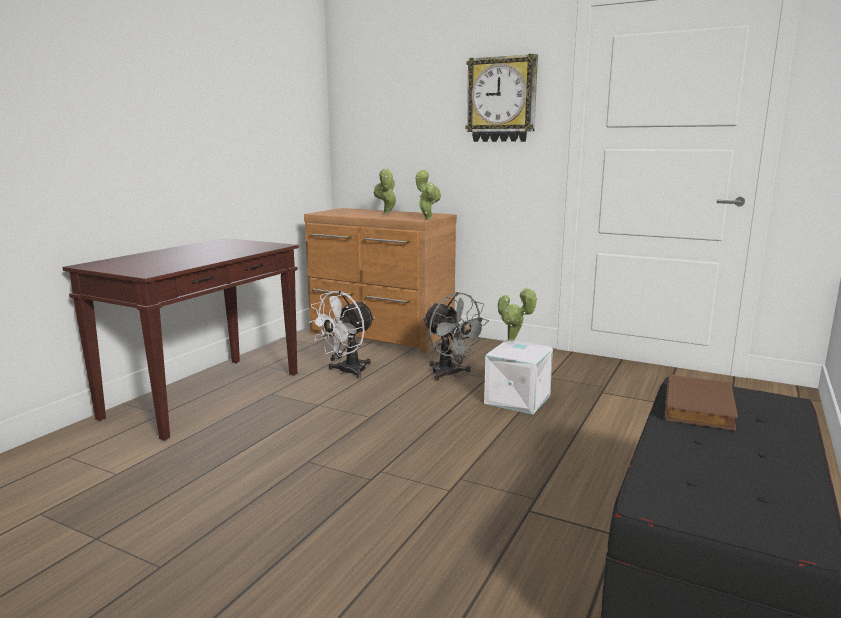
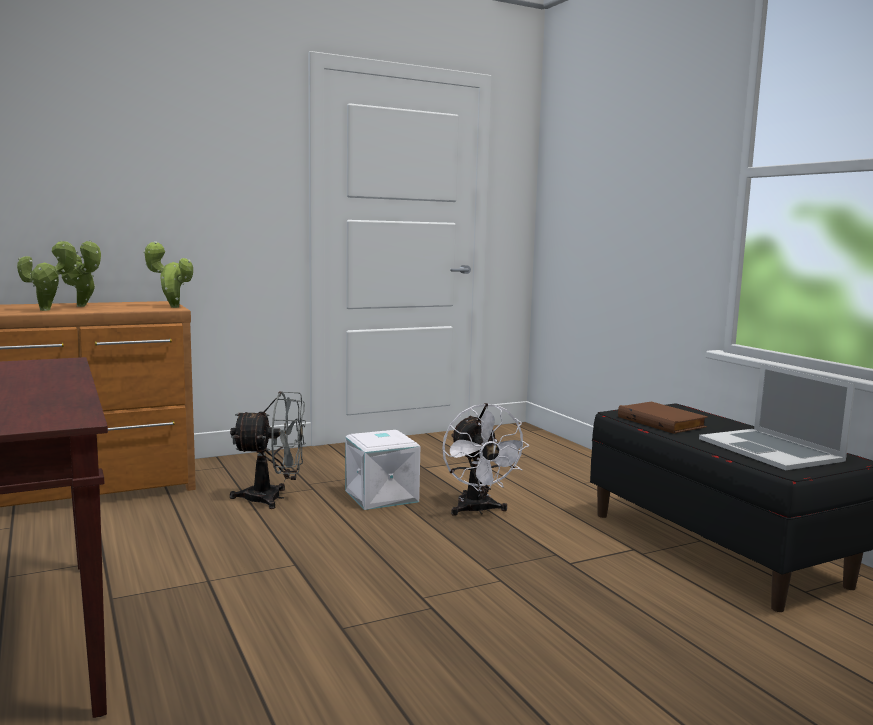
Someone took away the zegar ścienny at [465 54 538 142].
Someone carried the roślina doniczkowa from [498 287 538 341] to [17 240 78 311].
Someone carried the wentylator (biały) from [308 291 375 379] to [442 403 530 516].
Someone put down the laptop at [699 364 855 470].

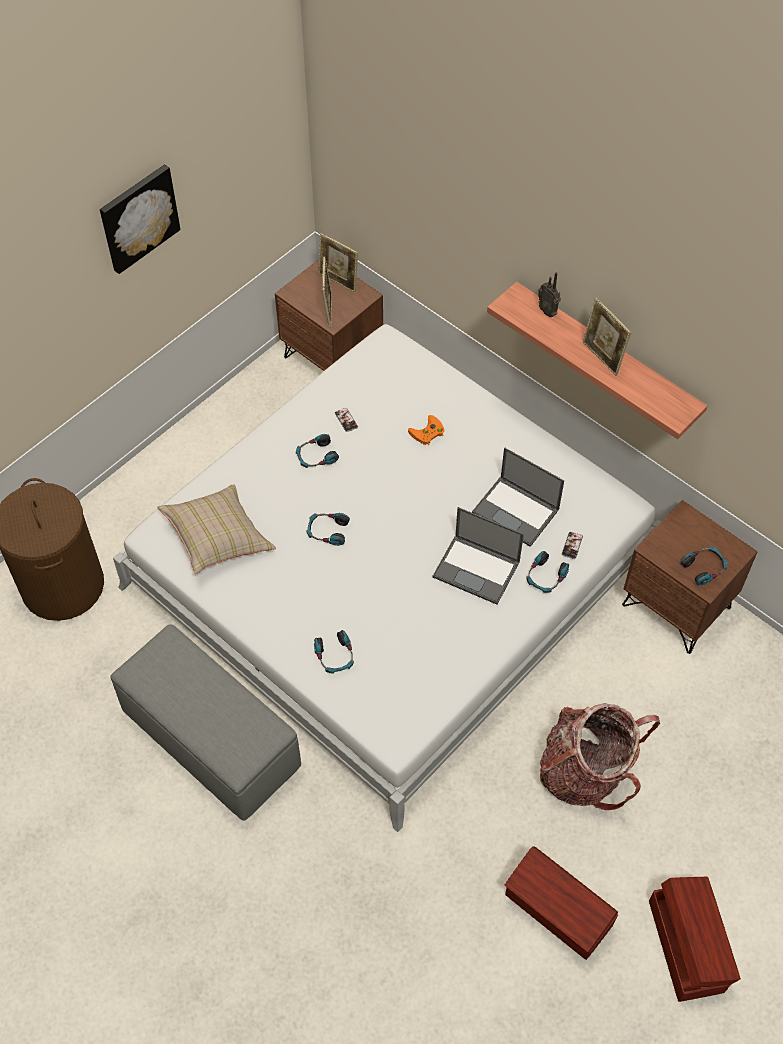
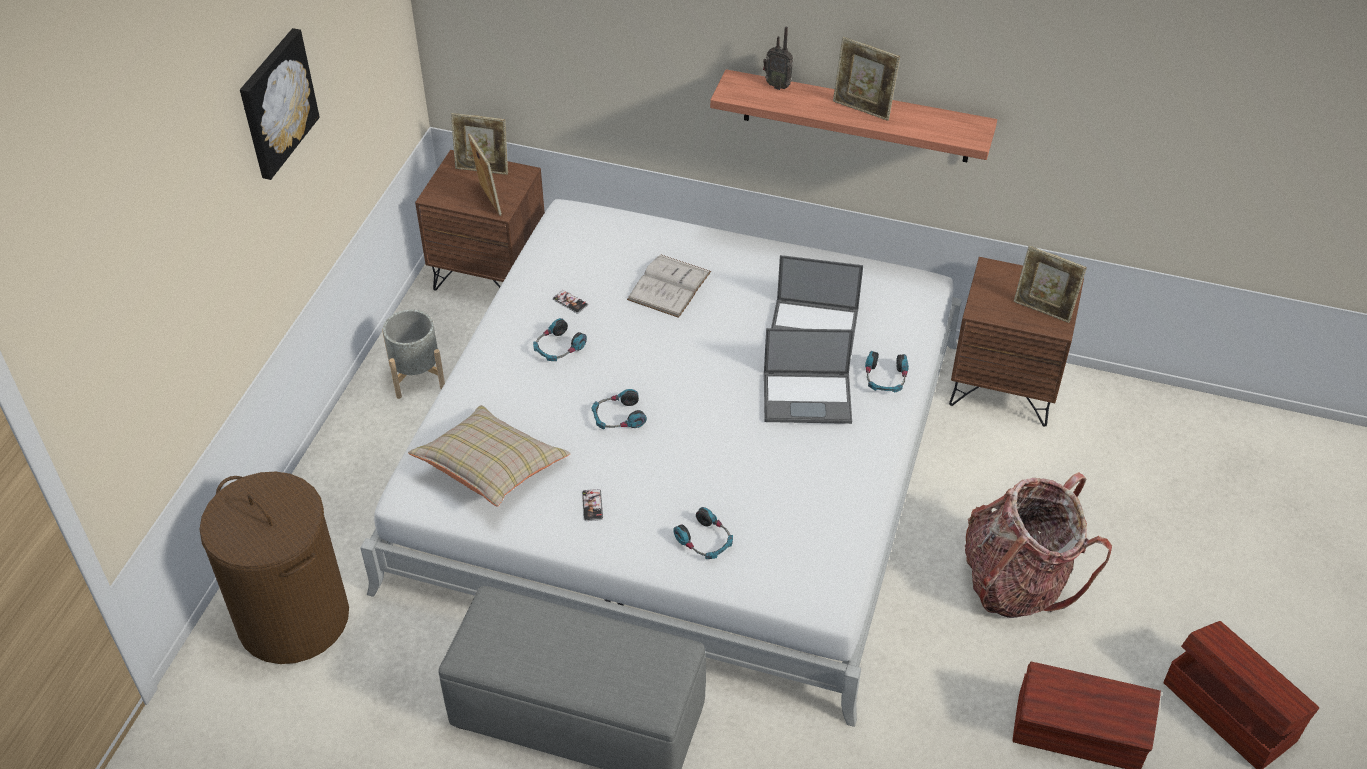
Someone swapped the pad do gier (pomarańczowy) at [408 415 444 445] for the książka (biały) at [627 255 711 318].
Someone carried the telefon from [562 532 583 559] to [582 489 603 521].
Someone swapped the słuchawki at [680 546 728 586] for the ramka na zdjęcie at [1014 246 1087 323].
Someone put down the donica (szary) at [382 310 445 399].

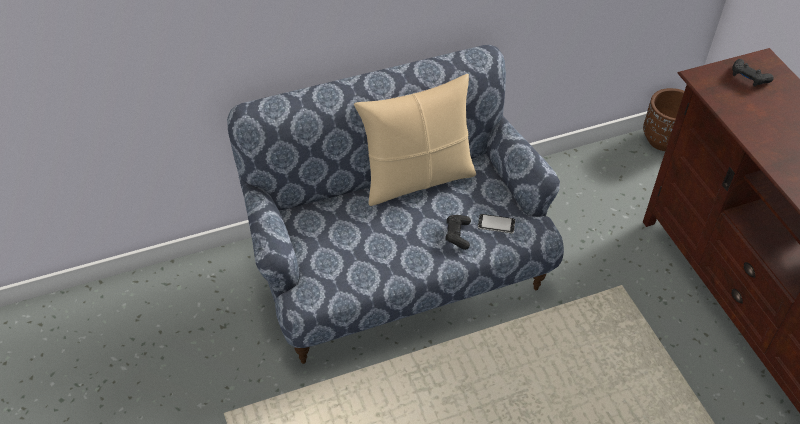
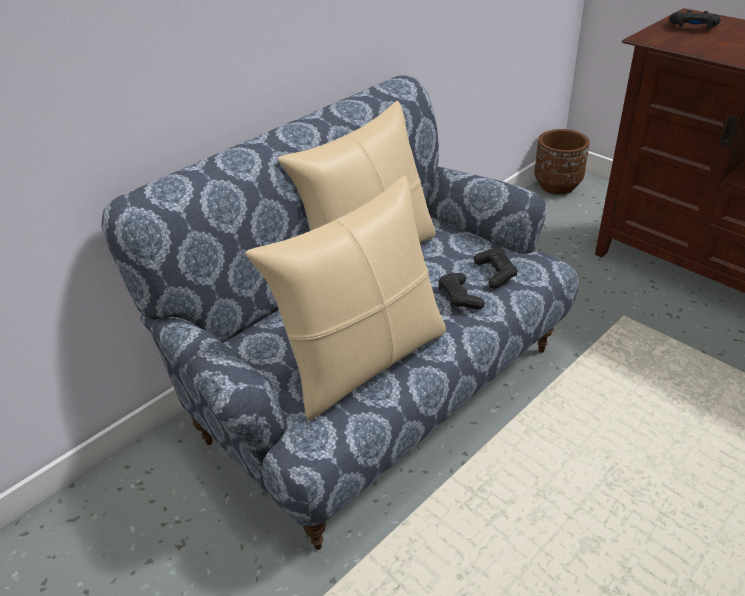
Someone swapped the telefon at [478 214 515 234] for the pad do gier (czarny) at [474 248 518 289].
Someone put down the poduszka (beżowy) at [245 176 446 420].

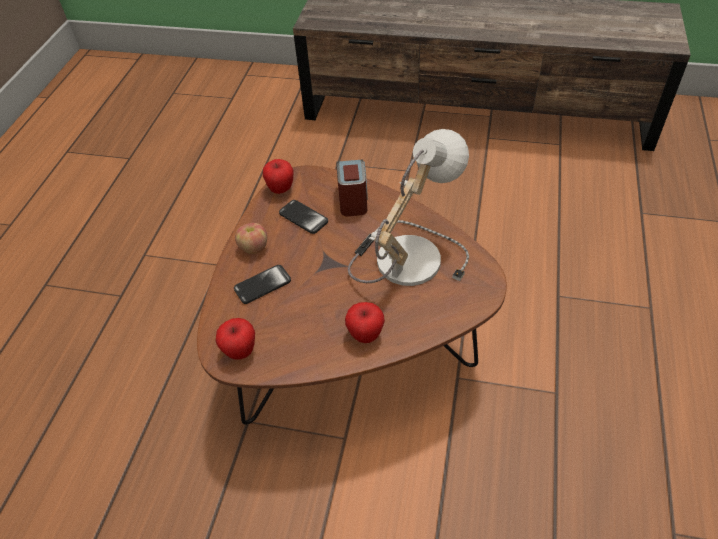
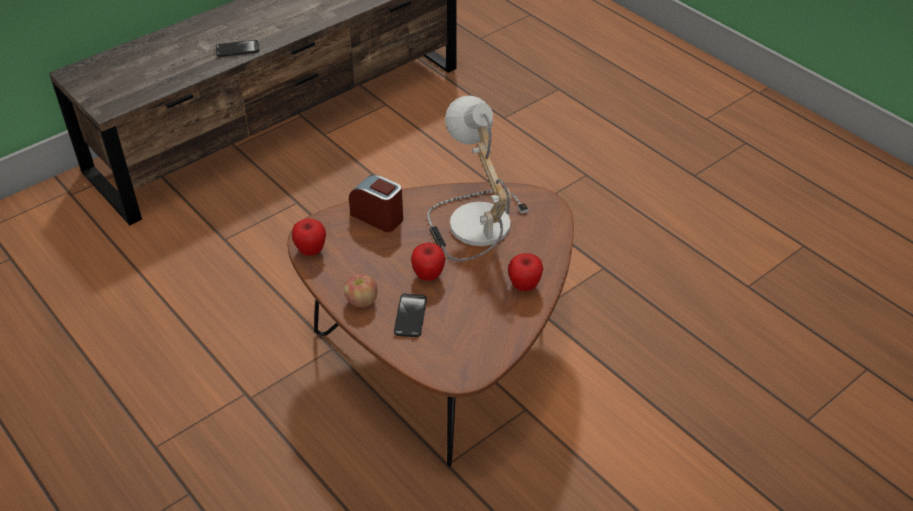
Someone carried the telefon from [279 200 328 234] to [216 40 259 57].
Someone carried the jabłko from [215 318 255 360] to [411 243 446 281].

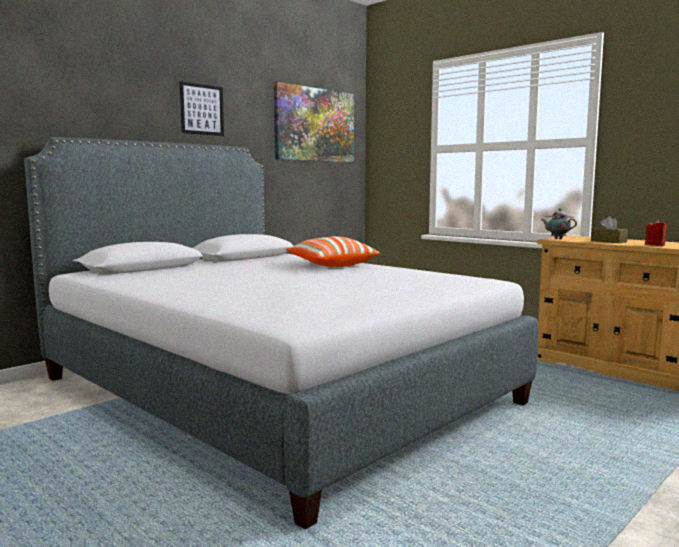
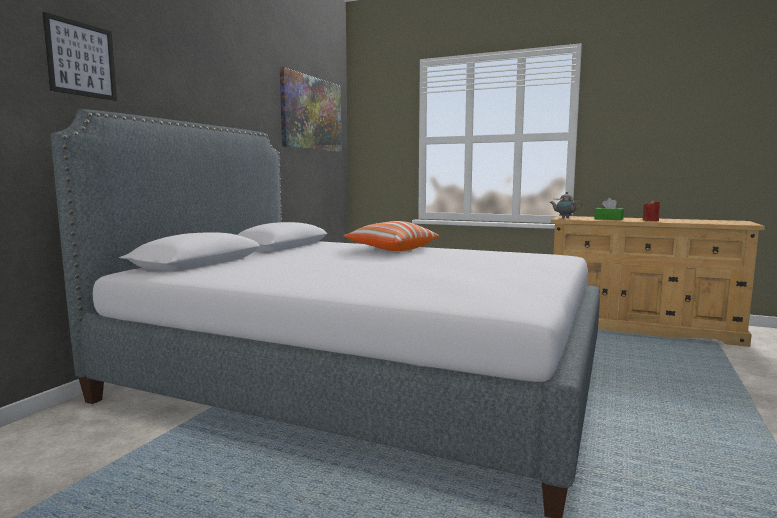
Someone carried the obraz from [180 81 224 136] to [42 12 117 101].
Someone repainted the pudełko chusteczek (brązowy) at [591 216 628 243], which became the pudełko chusteczek (zielony) at [594 198 624 220].

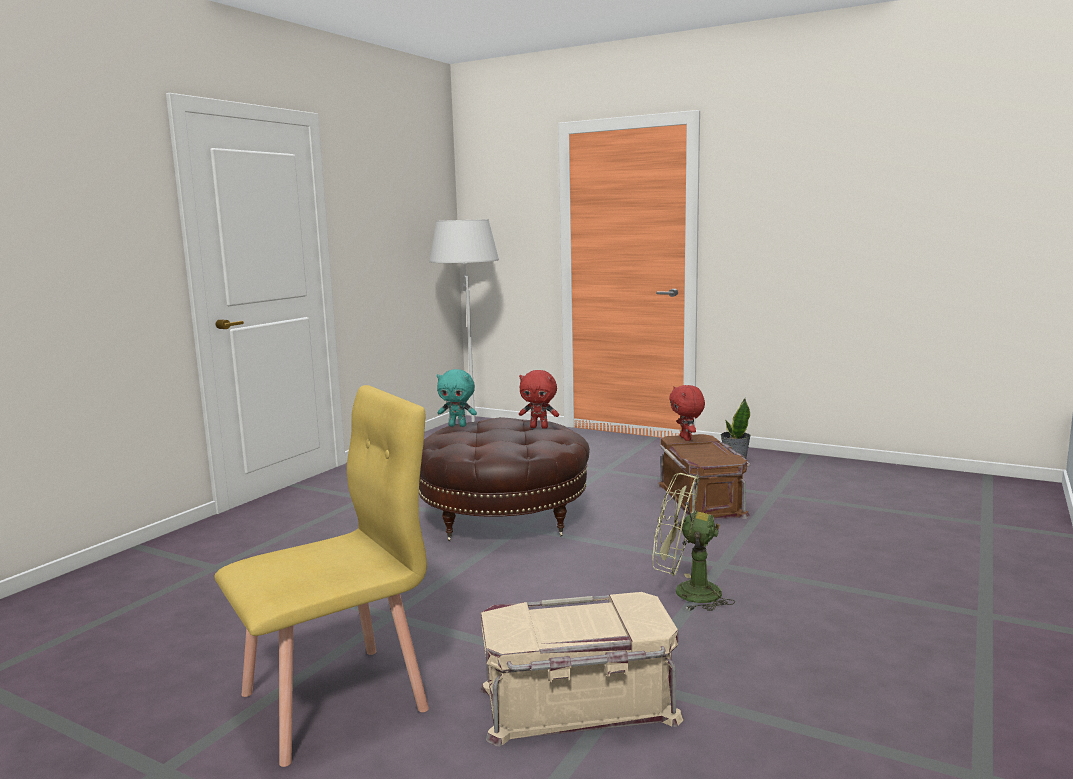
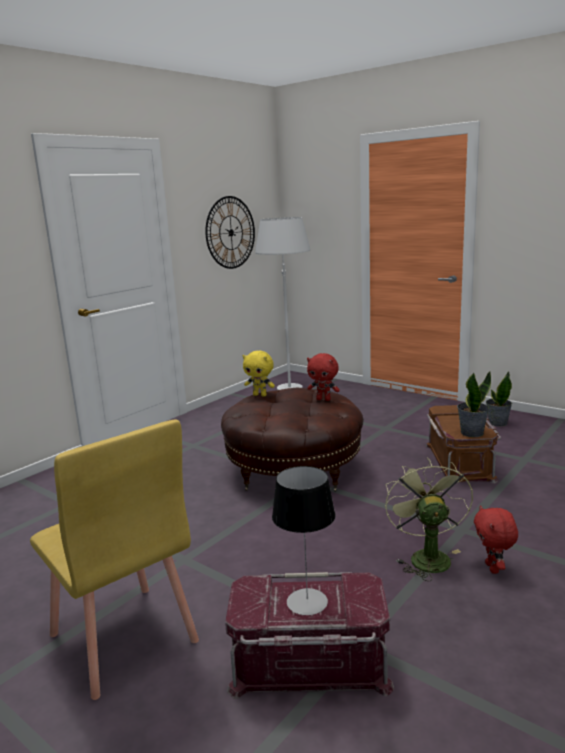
Someone repainted the pluszak (turkusowy) at [437 369 477 427], which became the pluszak (żółty) at [243 351 275 396].
Someone rotated the krzesło (żółty) at [215 385 429 767] by 75 degrees clockwise.
Someone carried the pluszak (czerwony) from [669 385 705 441] to [474 505 518 574].
Someone rotated the wentylator (zielony) at [652 473 735 611] by 60 degrees clockwise.
Someone repainted the pojemnik do przechowywania (beżowy) at [480 592 684 747], which became the pojemnik do przechowywania (czerwony) at [225 572 394 699].
Someone put up the zegar ścienny at [205 196 255 269].
Someone put down the roślina doniczkowa at [457 371 491 437].
Someone put down the lampa stołowa at [272 466 335 615].

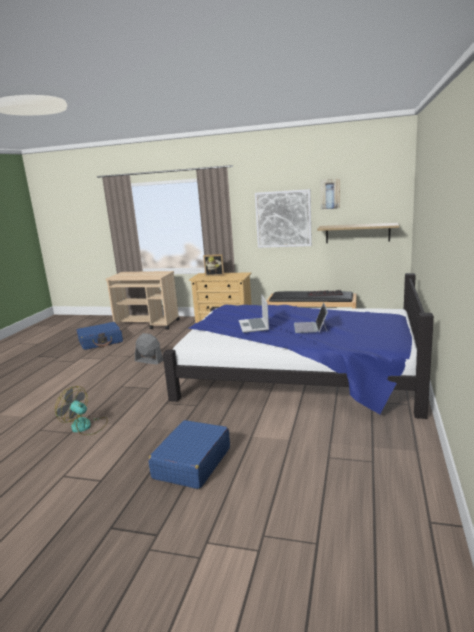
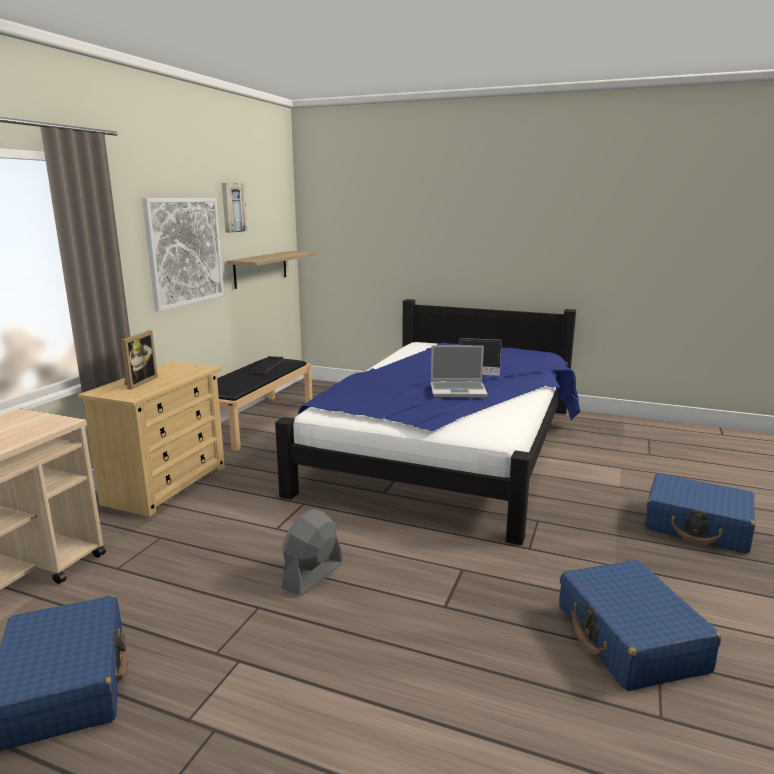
Someone swapped the wentylator at [55 386 108 435] for the walizka (niebieski) at [559 560 721 691].

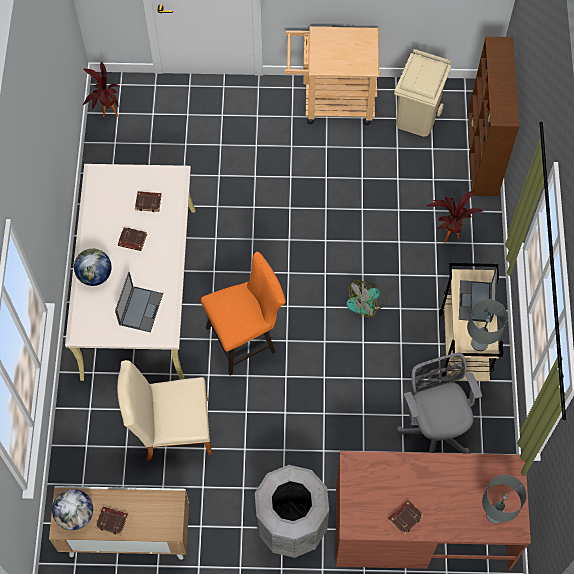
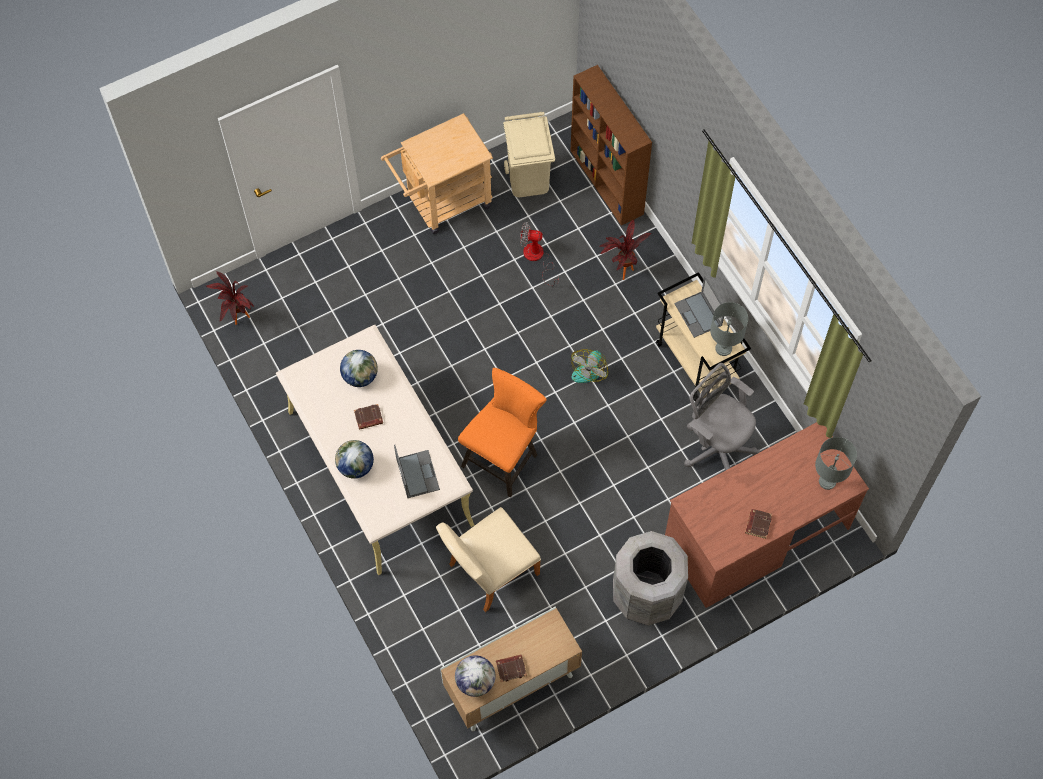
Someone swapped the książka (brązowy) at [135 191 162 212] for the globus at [340 350 378 387].
Someone put down the wentylator at [520 222 559 286].

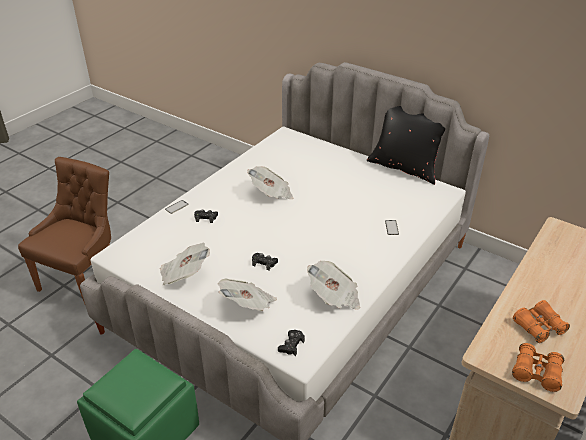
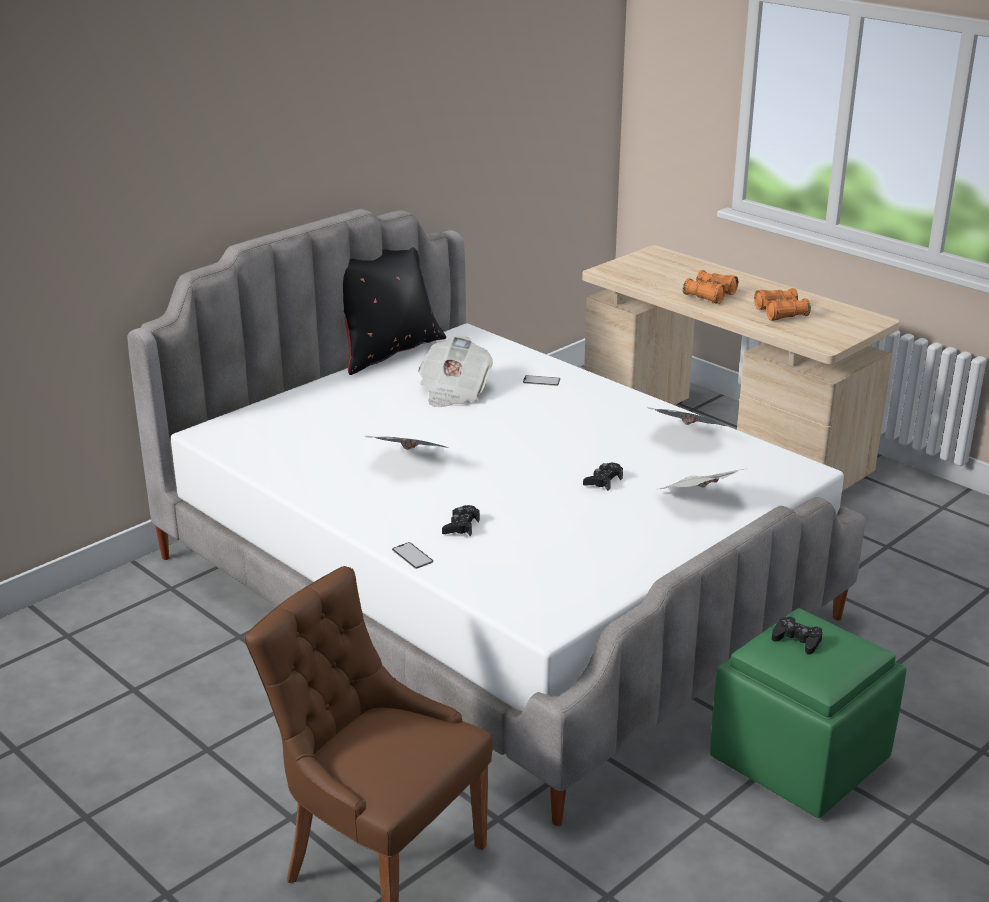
Someone carried the gazeta from [160 243 210 285] to [418 336 493 407].
Someone carried the pad do gier (czarny) from [278 330 305 356] to [772 616 822 655].
Someone carried the lornetka (pomarańczowy) from [512 343 564 392] to [683 270 738 304].

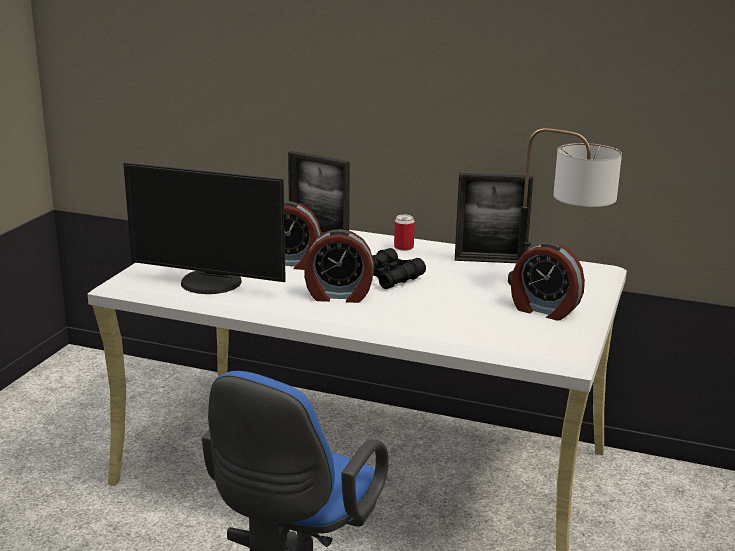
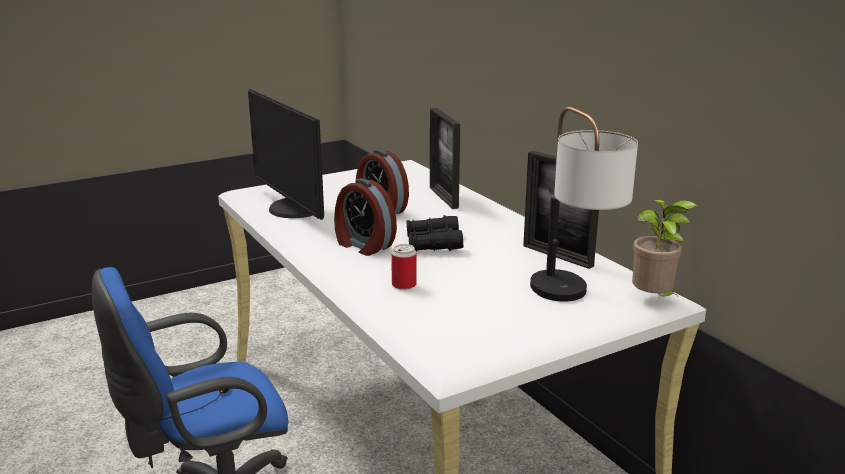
Someone carried the puszka from [394 215 415 251] to [391 244 417 290].
Someone took away the budzik at [511 242 585 321].
Someone put down the roślina doniczkowa at [632 199 697 296].

